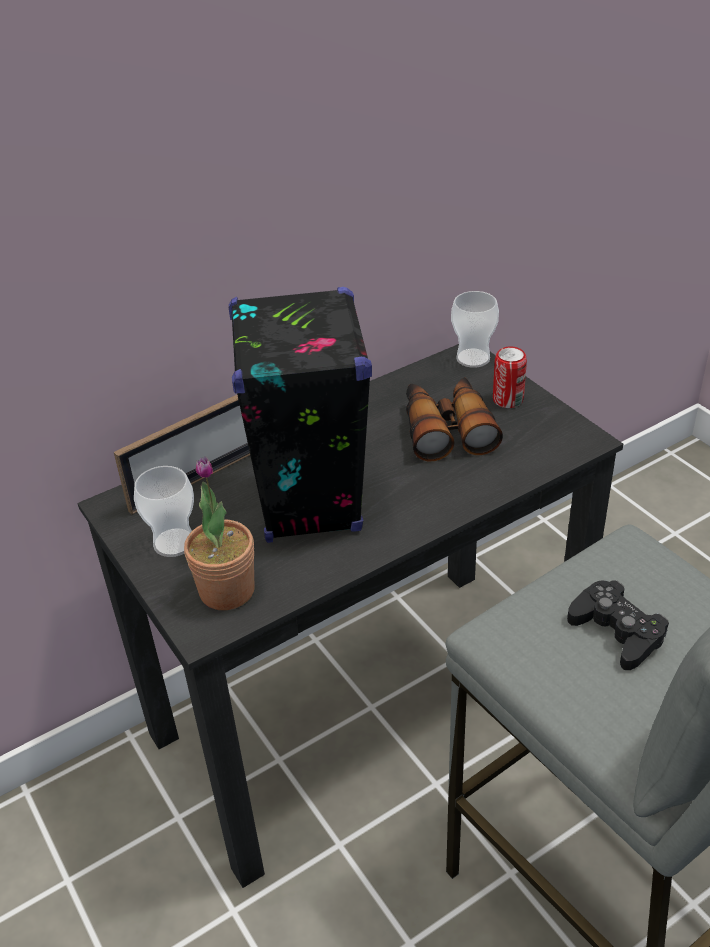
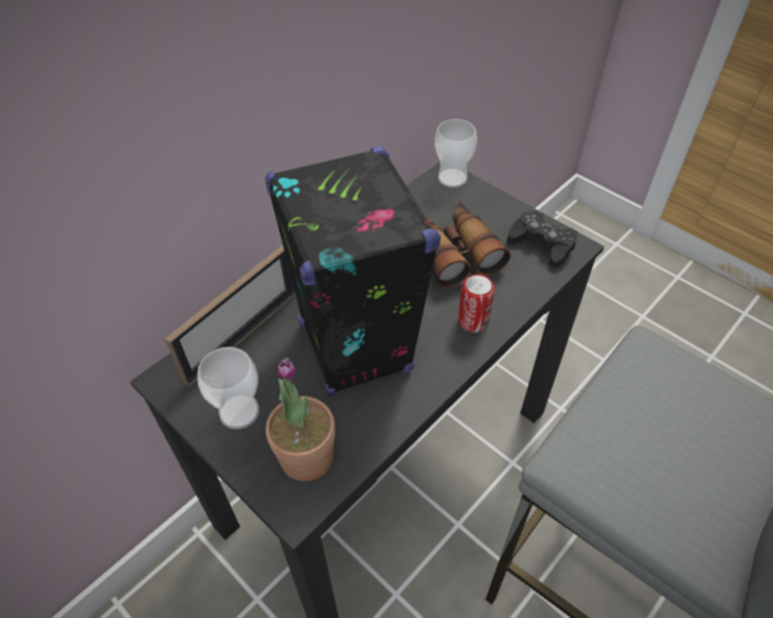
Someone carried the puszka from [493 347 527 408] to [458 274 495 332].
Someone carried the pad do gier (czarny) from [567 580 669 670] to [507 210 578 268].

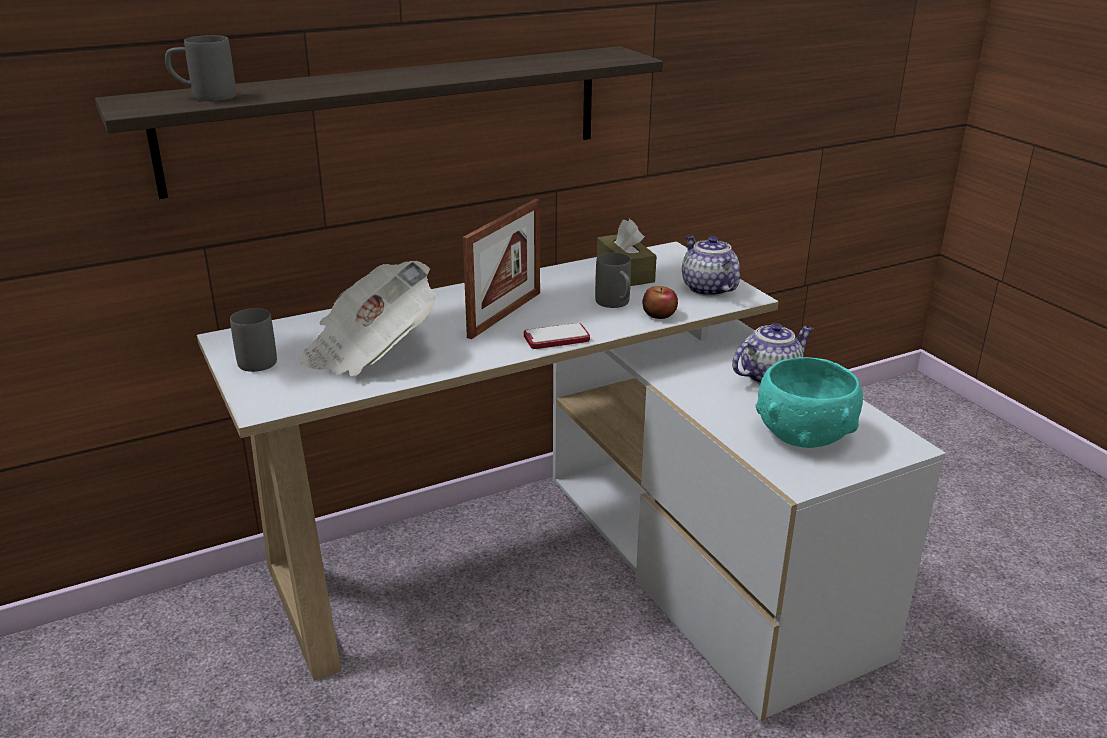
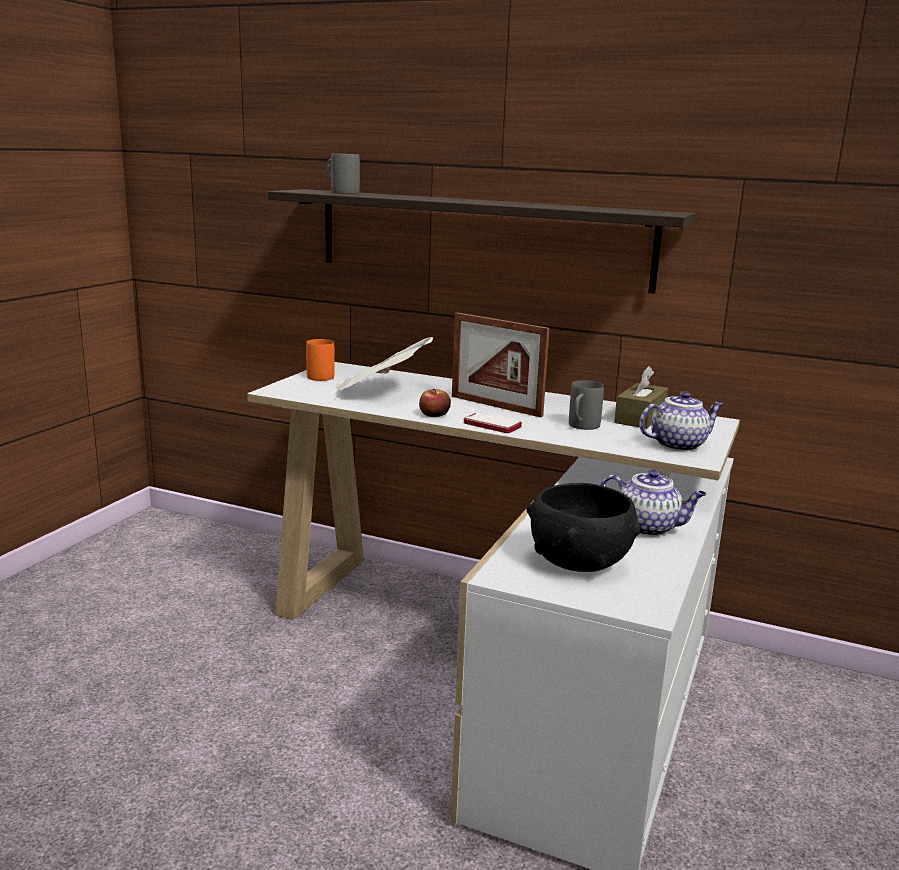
Someone rotated the ramka na zdjęcie at [463 199 540 339] by 45 degrees clockwise.
Someone rotated the imbryk at [682 235 740 296] by 45 degrees clockwise.
Someone carried the jabłko from [642 286 678 319] to [419 389 451 417].
Someone repainted the kubek (szary) at [230 308 277 372], which became the kubek (pomarańczowy) at [306 339 335 381].
Someone repainted the miska (turkusowy) at [755 357 863 448], which became the miska (czarny) at [527 483 640 572].

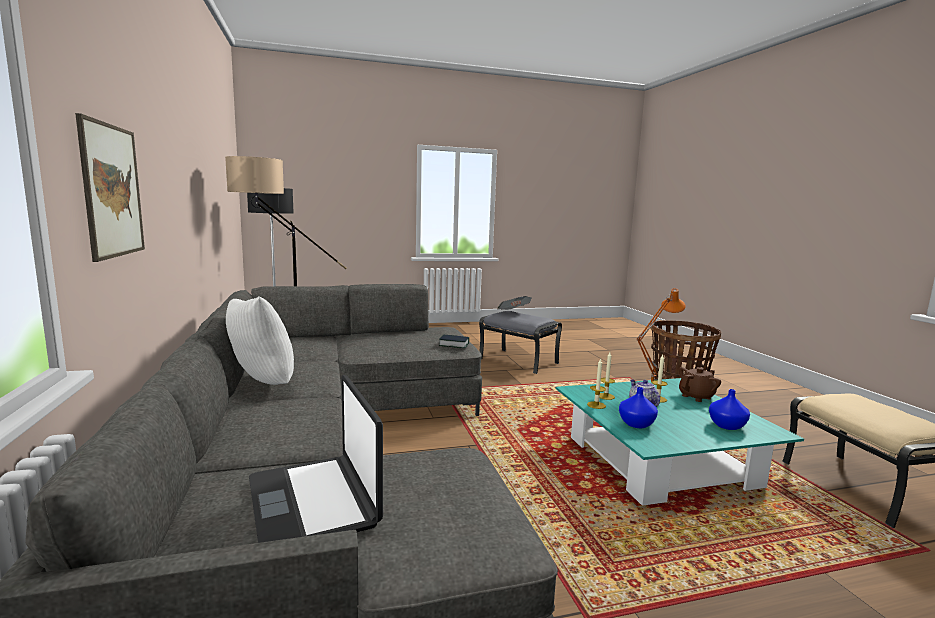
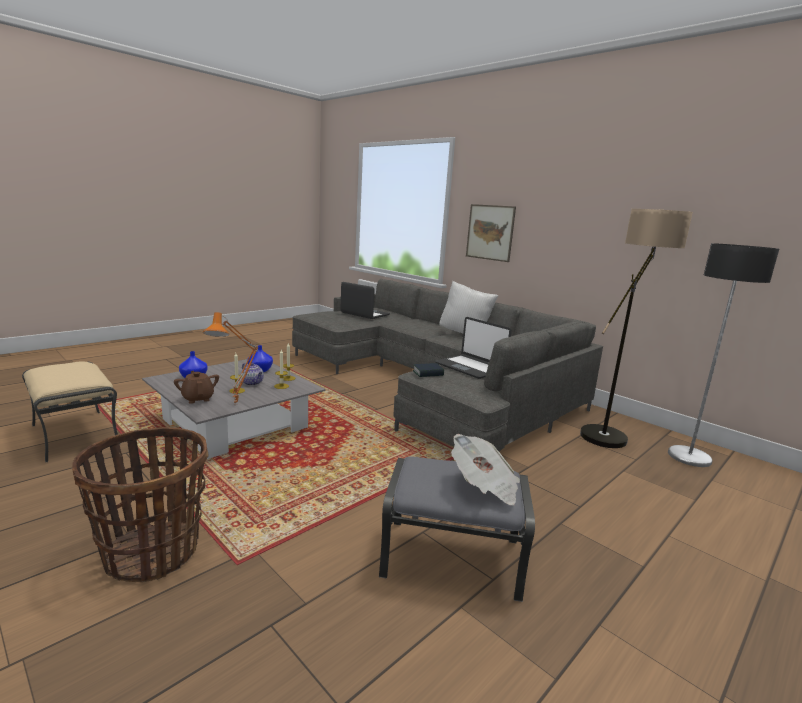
Someone rotated the imbryk (brązowy) at [679 367 721 402] by 120 degrees clockwise.
Someone repainted the ława (turkusowy) at [556 378 804 506], which became the ława (szary) at [142 359 325 459].
Someone put down the laptop at [435 317 512 379].

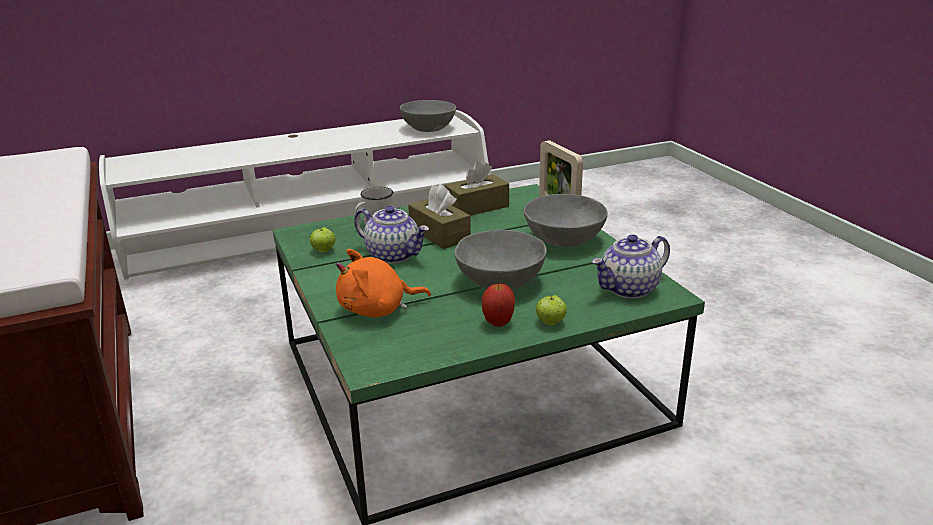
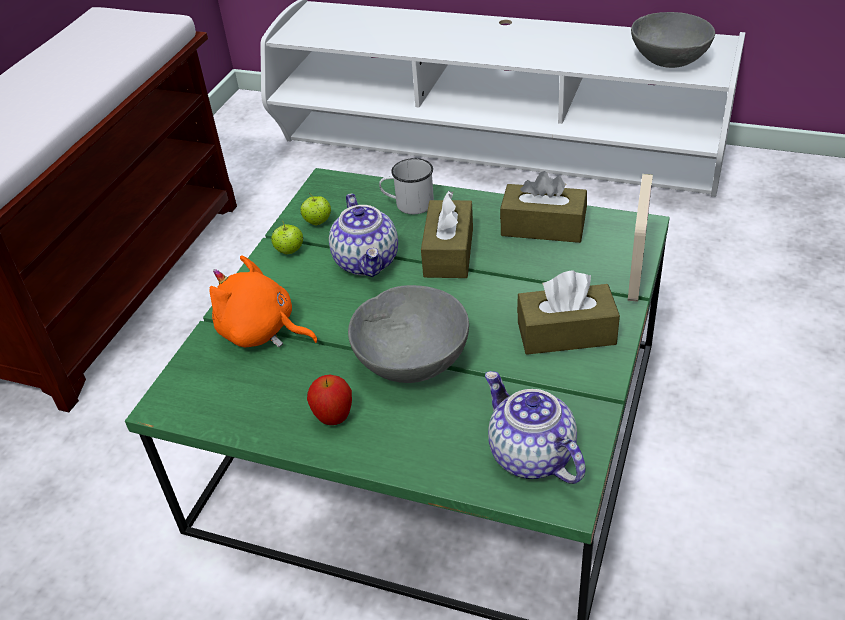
Someone swapped the miska (szary) at [524 194 608 247] for the pudełko chusteczek (brązowy) at [517 270 620 355].
Someone rotated the imbryk at [592 235 670 299] by 45 degrees clockwise.
Someone carried the jabłko from [536 292 567 325] to [271 222 303 254].

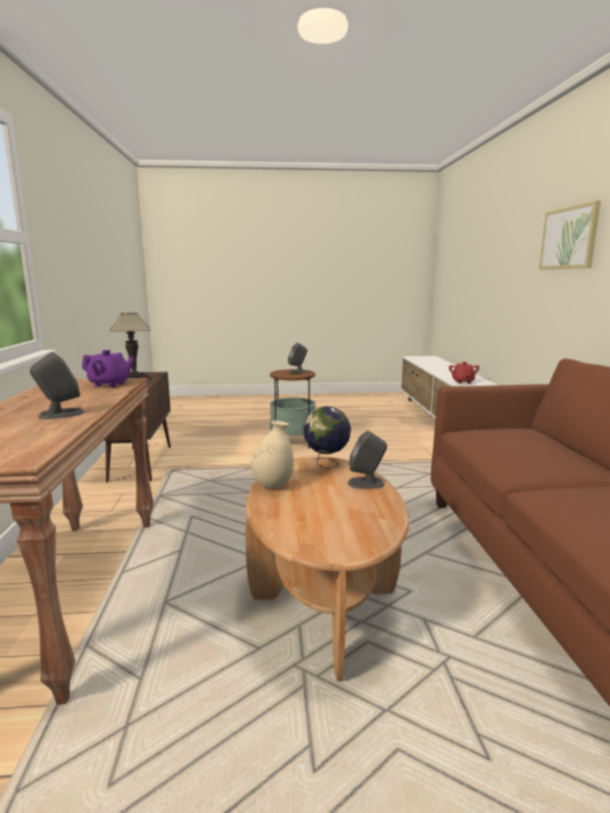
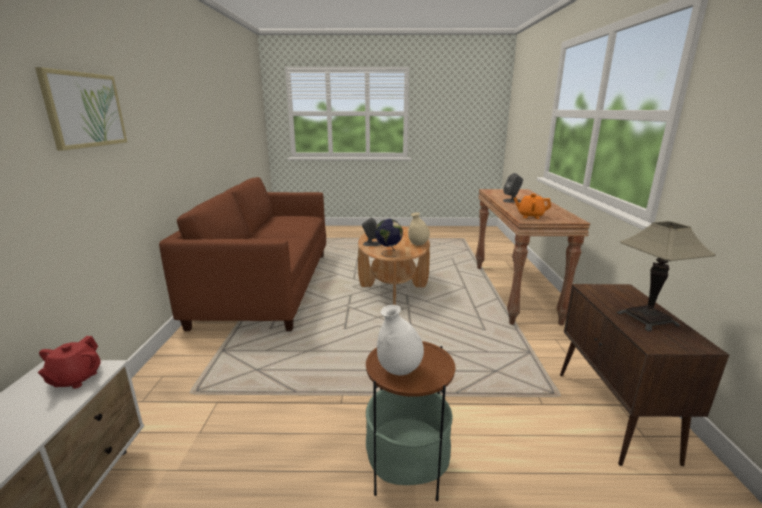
Someone swapped the głośnik (szary) at [288 343 308 373] for the wazon (biały) at [377 305 424 375].
Someone repainted the imbryk (fioletowy) at [82 350 134 388], which became the imbryk (pomarańczowy) at [514 194 551 219].

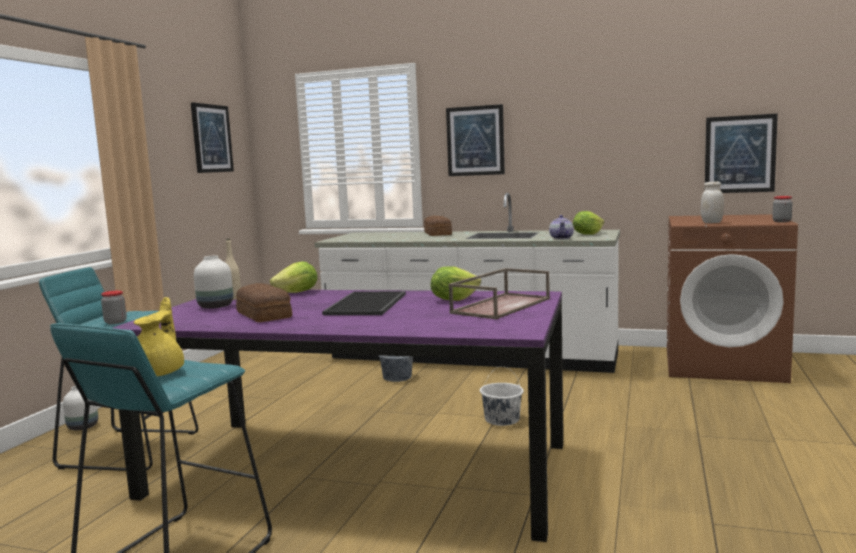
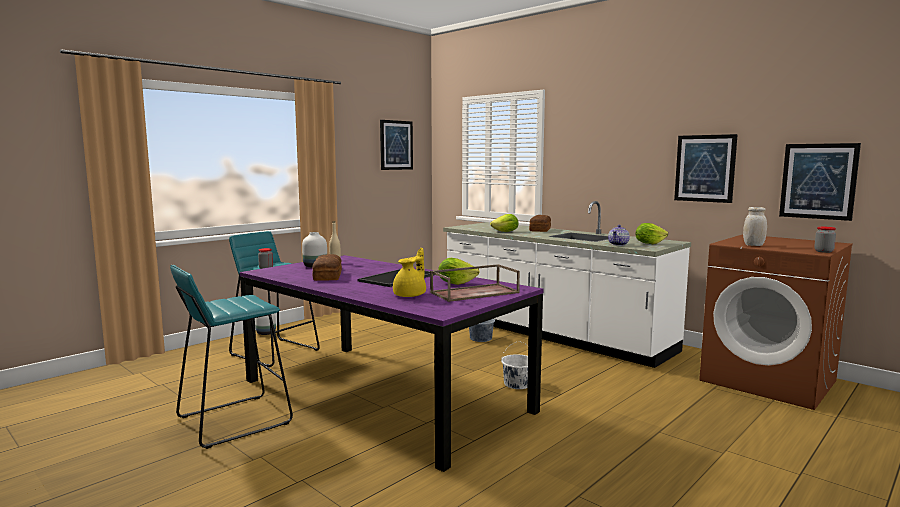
Someone carried the obraz from [446 104 505 176] to [674 134 738 203].
Someone carried the sałata from [270 261 317 293] to [490 214 519 232].
Someone carried the imbryk (żółty) from [134 297 184 376] to [393 248 426 297].

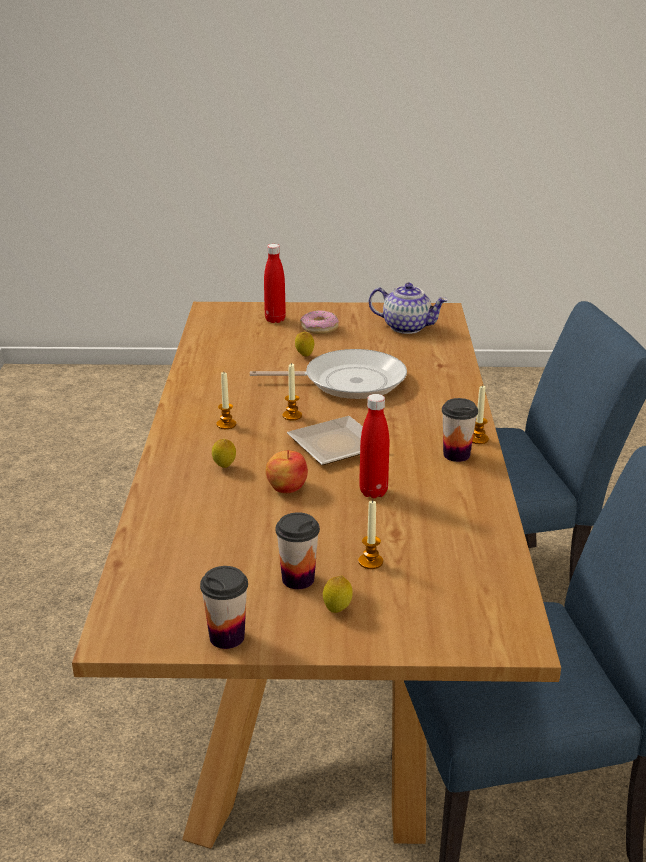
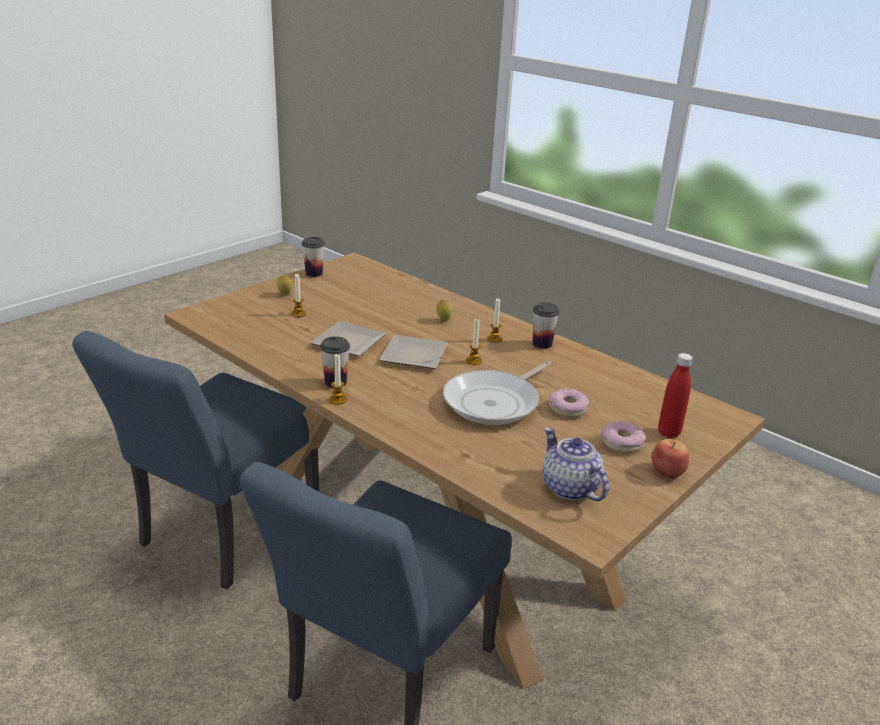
Someone rotated the imbryk at [369 283 448 334] by 90 degrees clockwise.
Someone swapped the cytryna at [295 332 314 356] for the donut at [549 388 589 417].
Someone swapped the butelka (czerwony) at [359 394 389 498] for the talerz at [310 321 386 356].
Someone carried the jabłko from [266 450 308 493] to [651 439 689 479].
Someone carried the filiżanka from [276 512 320 589] to [533 302 560 349].

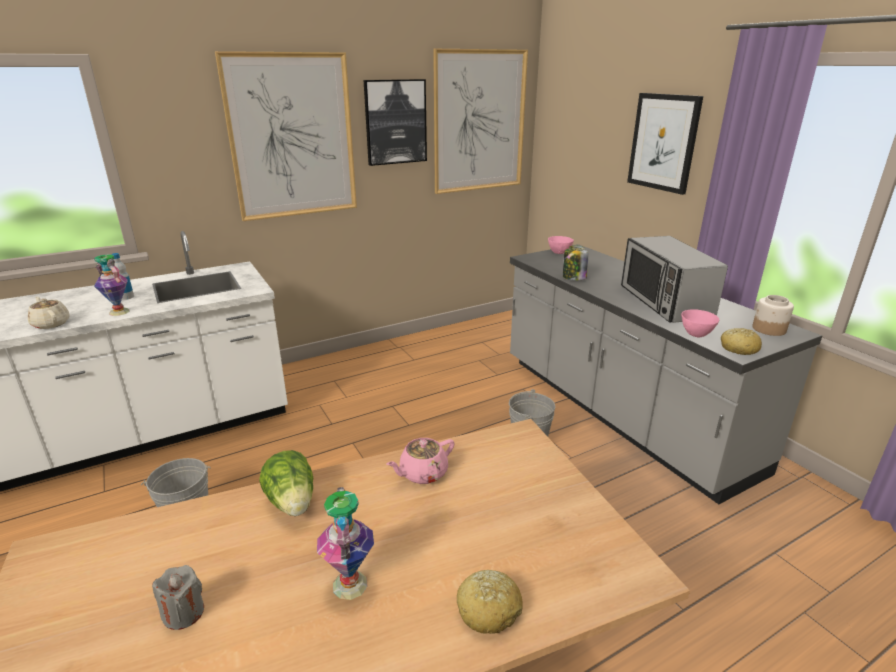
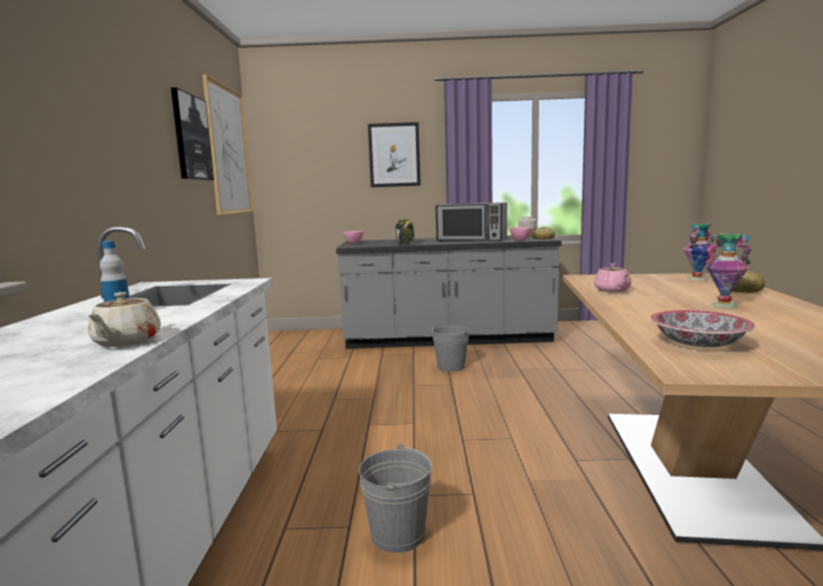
Someone took away the obraz at [215 51 357 221].
Someone carried the wazon from [94 254 130 316] to [683 223 716 281].
Someone rotated the imbryk (beżowy) at [28 297 70 329] by 75 degrees counterclockwise.
Someone took away the sałata at [259 450 313 516].
Someone took away the świeca (szary) at [152 565 204 630].
Someone put down the miska at [650 310 755 347].

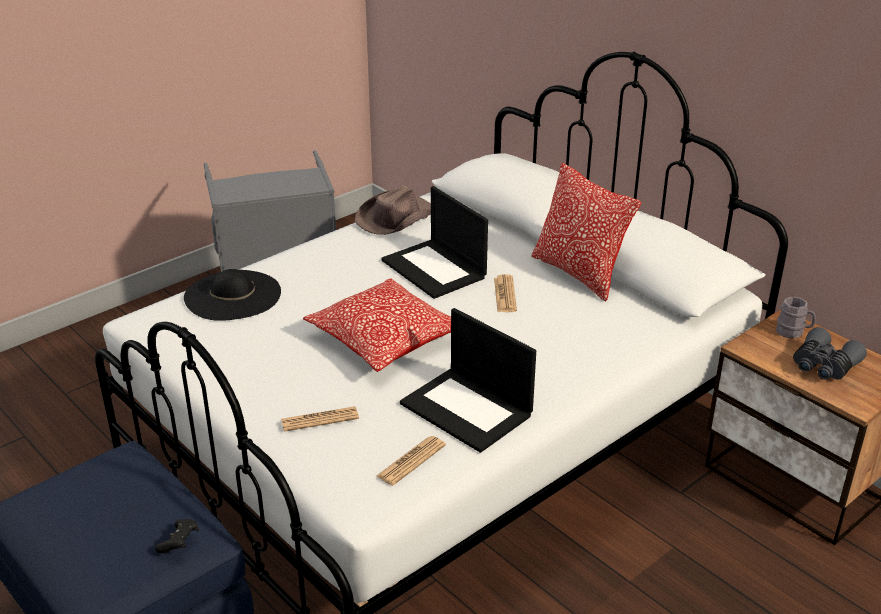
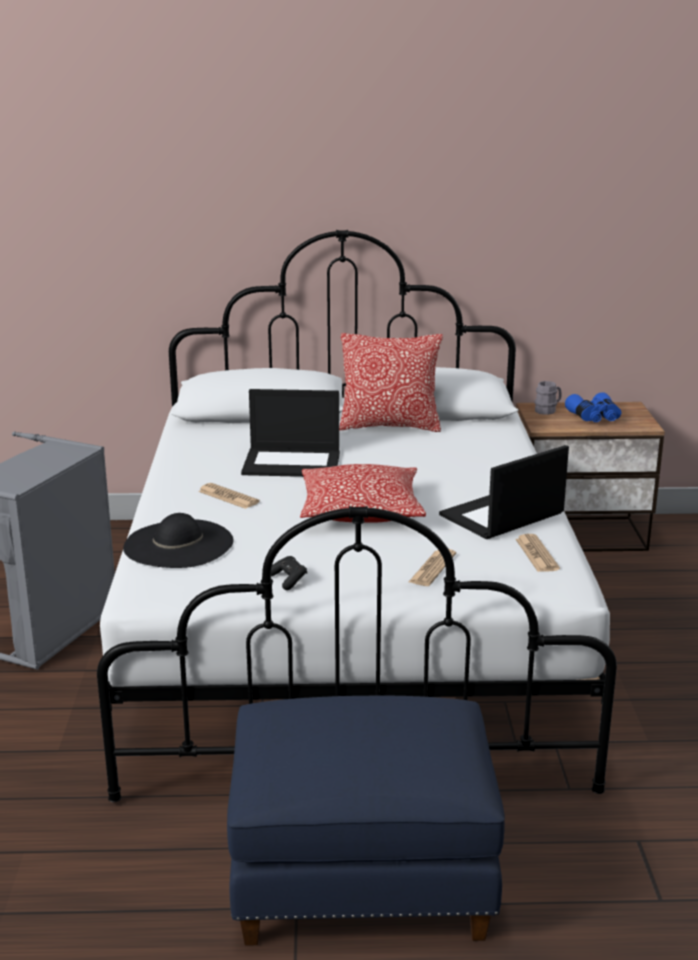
Someone took away the kapelusz (brązowy) at [355 185 431 235].
Someone carried the gazeta from [494 274 517 312] to [198 483 259 509].
Someone rotated the laptop at [400 308 536 453] by 150 degrees clockwise.
Someone repainted the lornetka (szary) at [793 327 867 380], which became the lornetka (niebieski) at [565 392 621 422].
Someone carried the pad do gier (czarny) from [155 519 199 554] to [271 556 307 590].

